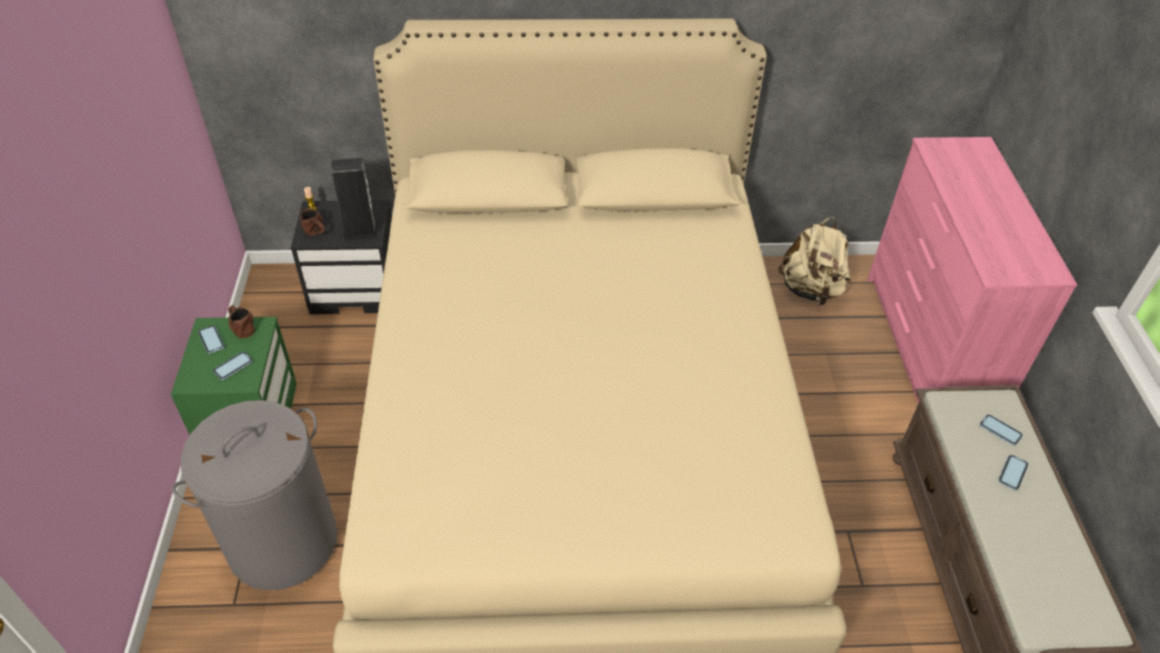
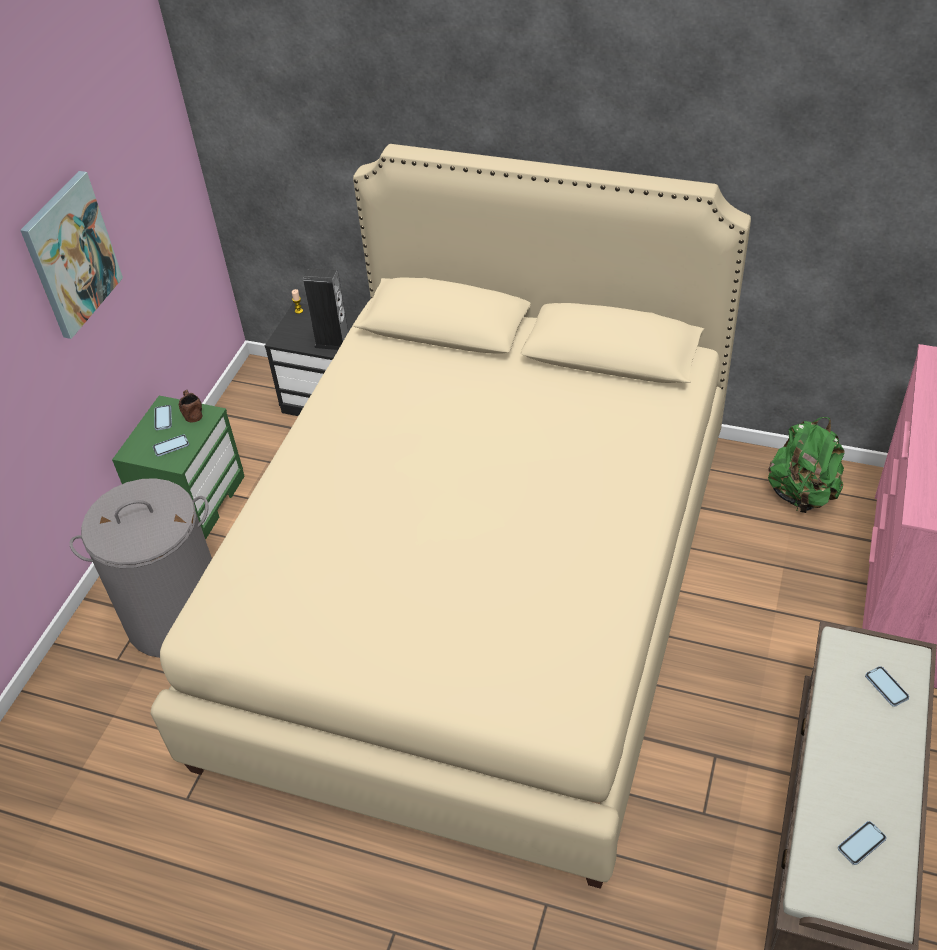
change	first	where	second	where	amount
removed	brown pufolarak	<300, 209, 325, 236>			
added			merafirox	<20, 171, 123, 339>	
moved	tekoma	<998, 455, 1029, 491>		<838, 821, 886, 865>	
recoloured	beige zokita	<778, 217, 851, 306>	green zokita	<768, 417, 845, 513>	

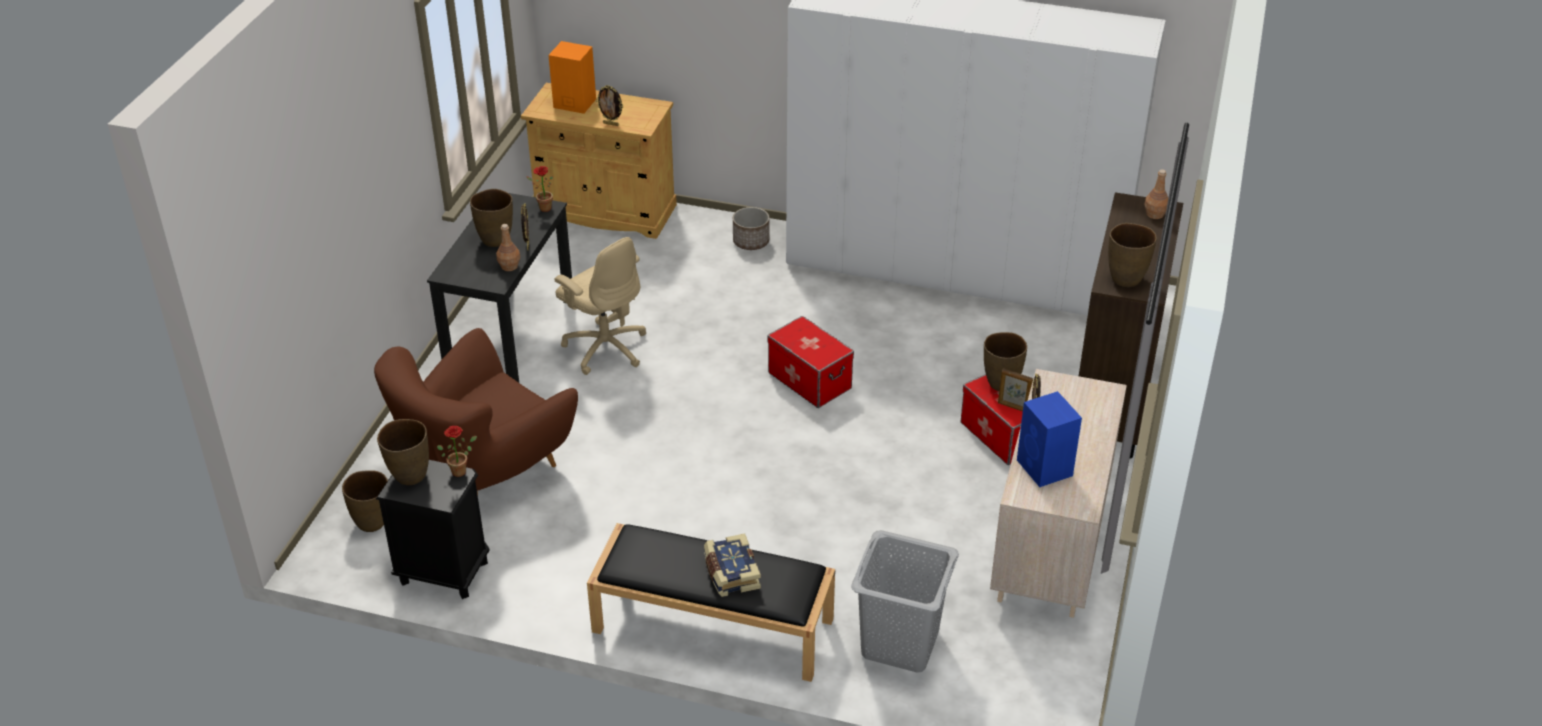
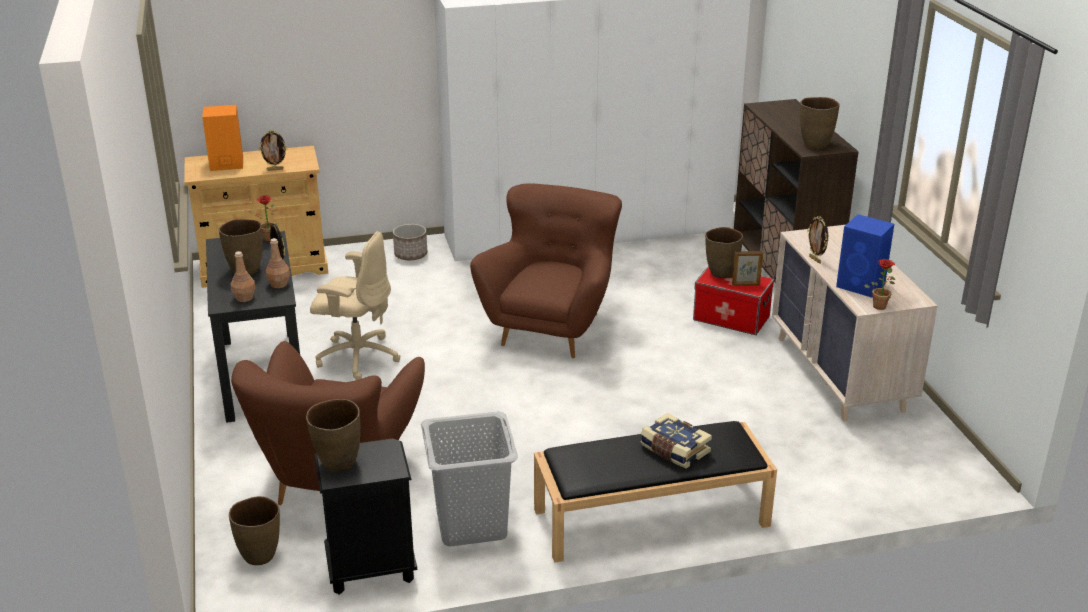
change	first	where	second	where	amount
moved	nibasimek	<437, 426, 477, 477>		<864, 259, 895, 310>	
moved	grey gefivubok	<851, 530, 959, 673>		<421, 411, 518, 547>	
moved	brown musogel	<1144, 169, 1168, 219>		<231, 251, 255, 302>	
replaced	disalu	<768, 316, 854, 408>	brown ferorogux	<470, 183, 622, 358>	

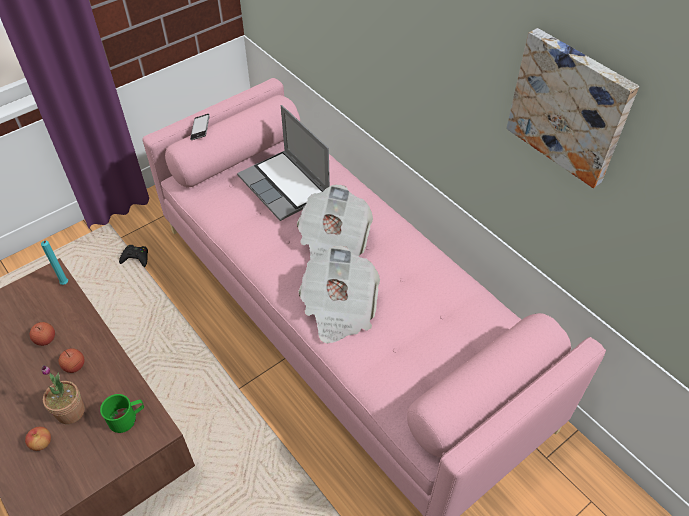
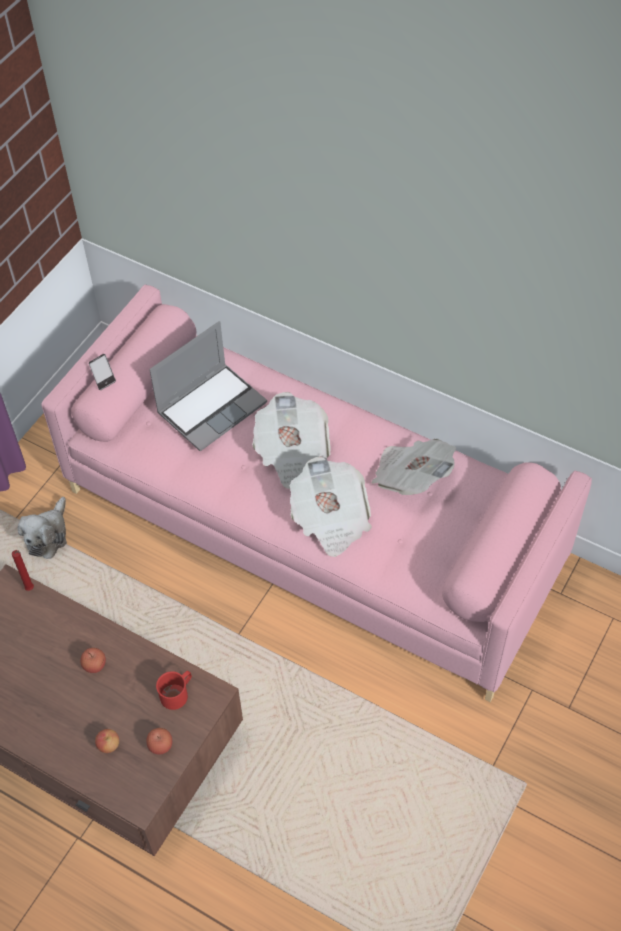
change	first	where	second	where	amount
removed	nibasimek	<41, 365, 85, 424>			
removed	merafirox	<507, 28, 639, 188>			
added			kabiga	<372, 439, 456, 495>	
moved	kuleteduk	<30, 322, 55, 346>		<146, 728, 172, 755>	
replaced	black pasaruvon	<119, 245, 148, 267>	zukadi	<17, 497, 67, 559>	
recoloured	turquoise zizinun	<41, 240, 68, 285>	red zizinun	<12, 550, 34, 591>	
recoloured	green pufolarak	<100, 394, 144, 433>	red pufolarak	<156, 671, 192, 710>	
turned	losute	<237, 105, 330, 221>		<149, 321, 267, 451>	75 degrees counterclockwise

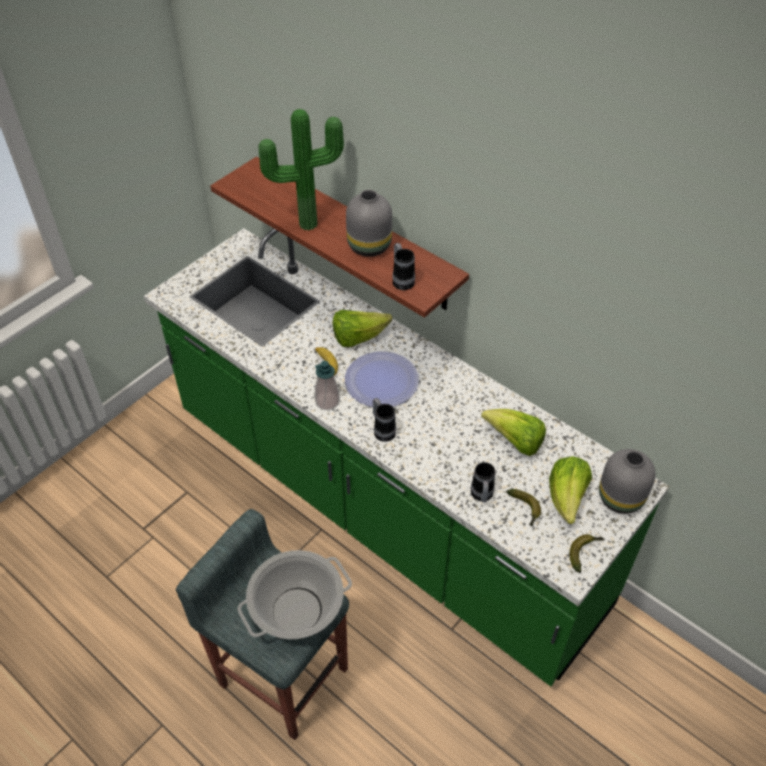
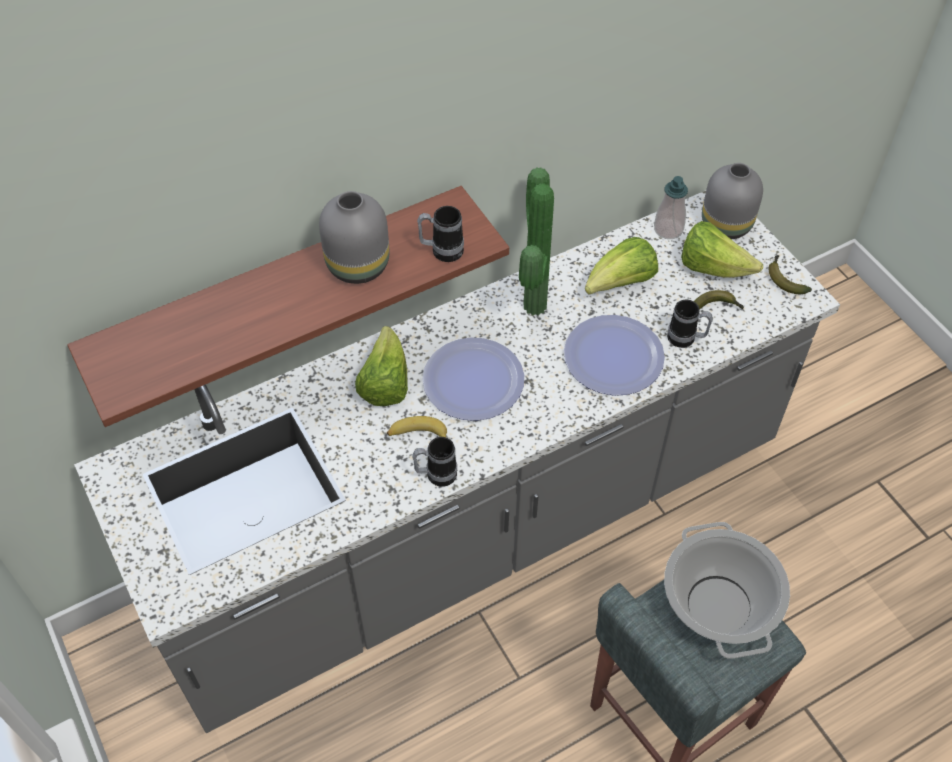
change	first	where	second	where	amount
added			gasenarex	<564, 315, 665, 395>	
moved	nibasimek	<259, 109, 344, 230>		<519, 167, 554, 316>	
moved	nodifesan	<315, 361, 340, 410>		<654, 176, 688, 239>	
moved	pufolarak	<373, 398, 396, 442>		<412, 437, 457, 487>	
recoloured	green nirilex	<144, 228, 670, 686>	grey nirilex	<74, 190, 840, 733>	

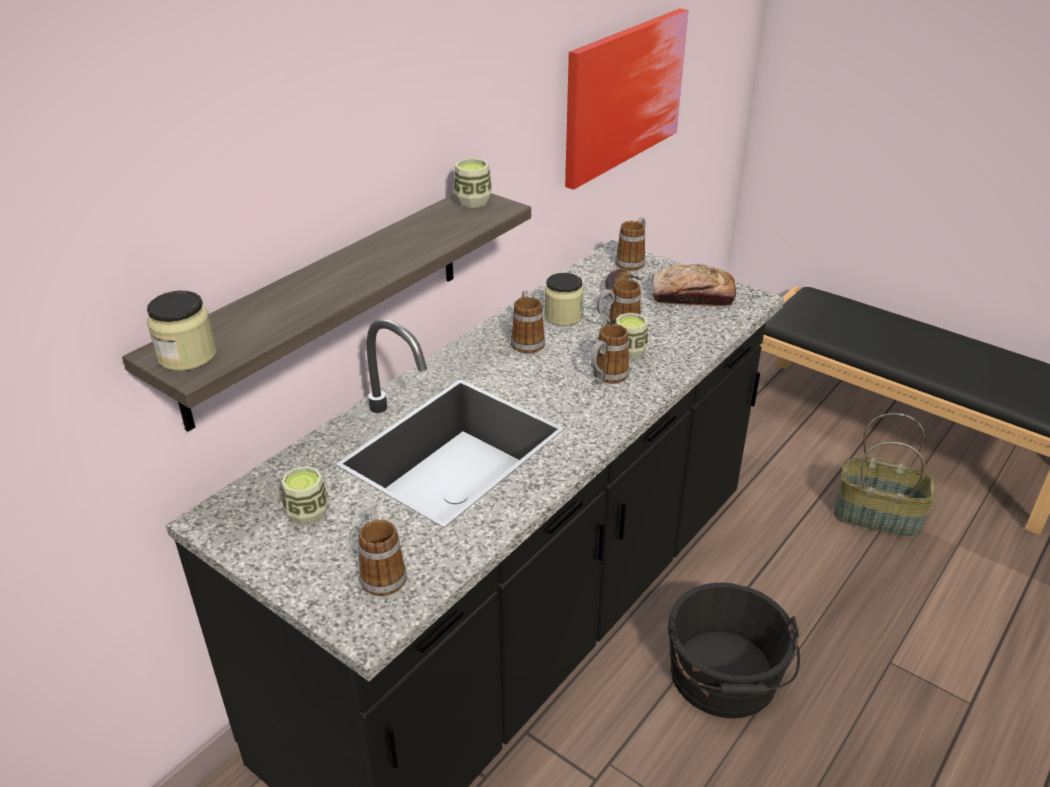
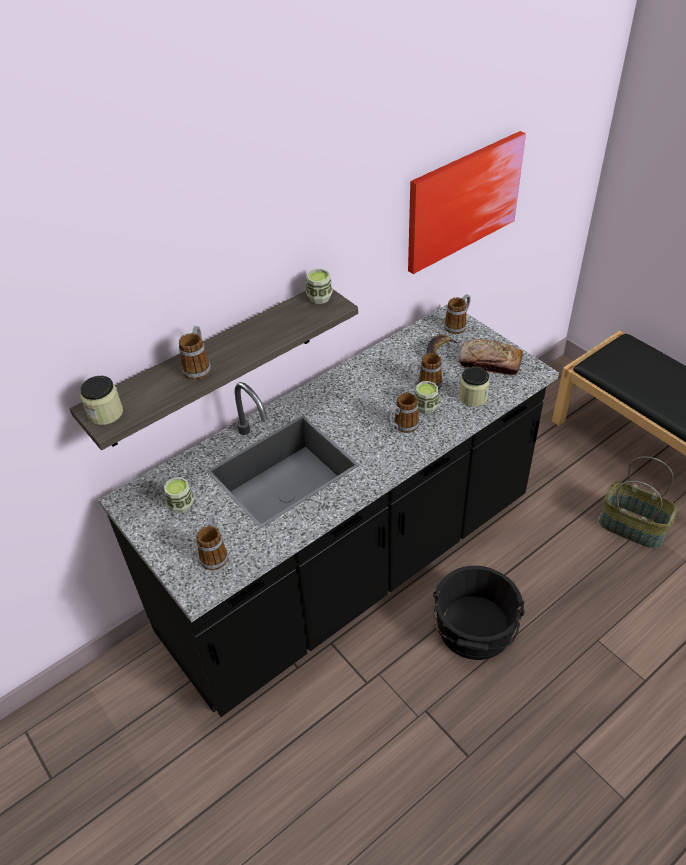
change	first	where	second	where	amount
moved	pufolarak	<511, 291, 545, 354>		<179, 326, 211, 380>	
moved	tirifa	<544, 273, 584, 326>		<459, 367, 490, 407>	

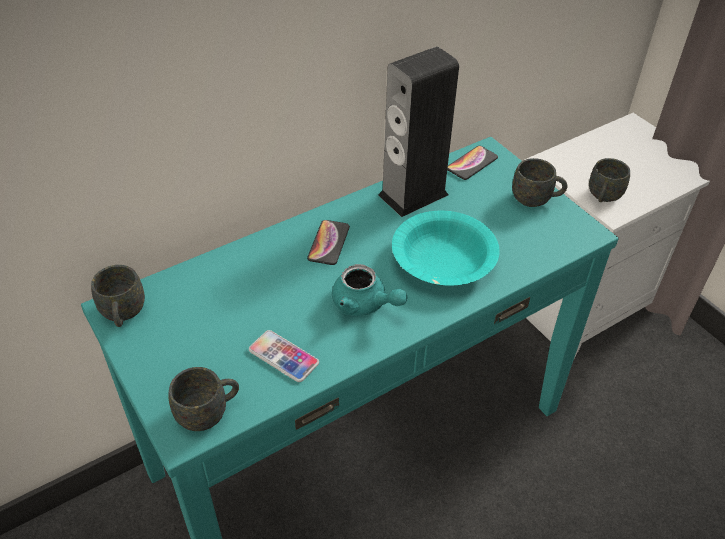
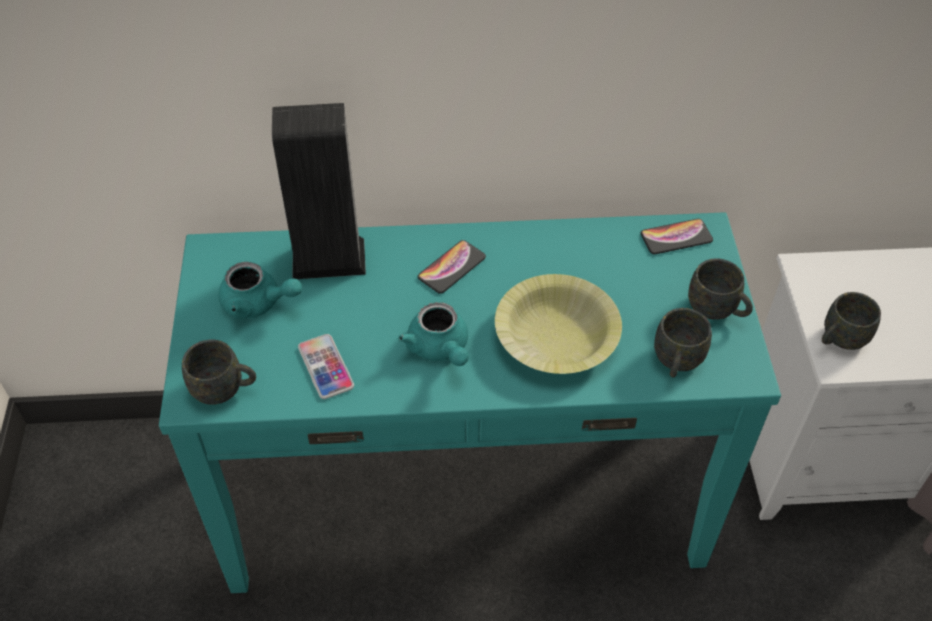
change	first	where	second	where	amount
added			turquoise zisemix	<218, 262, 302, 320>	
moved	grey pufolarak	<91, 265, 145, 327>		<654, 308, 712, 377>	
moved	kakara	<378, 46, 459, 217>		<272, 103, 366, 279>	
recoloured	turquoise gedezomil	<392, 211, 500, 286>	yellow gedezomil	<495, 274, 622, 374>	

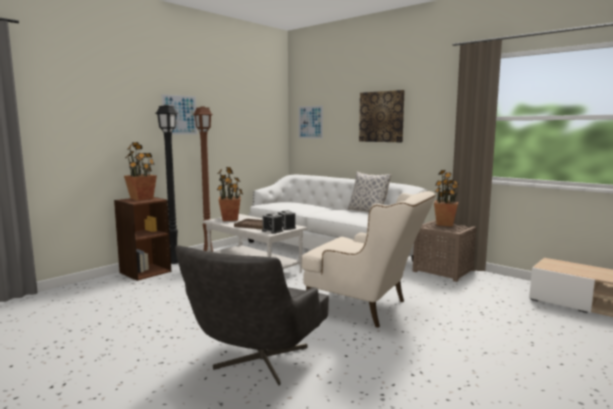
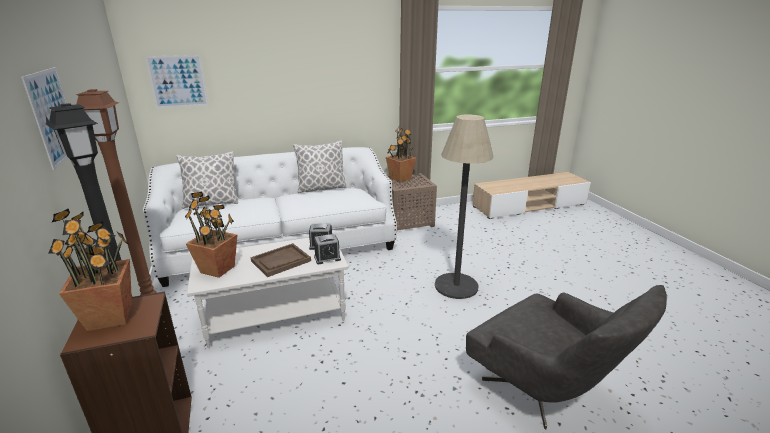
change	first	where	second	where	amount
removed	merafirox	<359, 90, 405, 142>			
added			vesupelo	<176, 152, 238, 209>	
replaced	beige ferorogux	<302, 191, 436, 328>	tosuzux	<435, 114, 493, 299>	

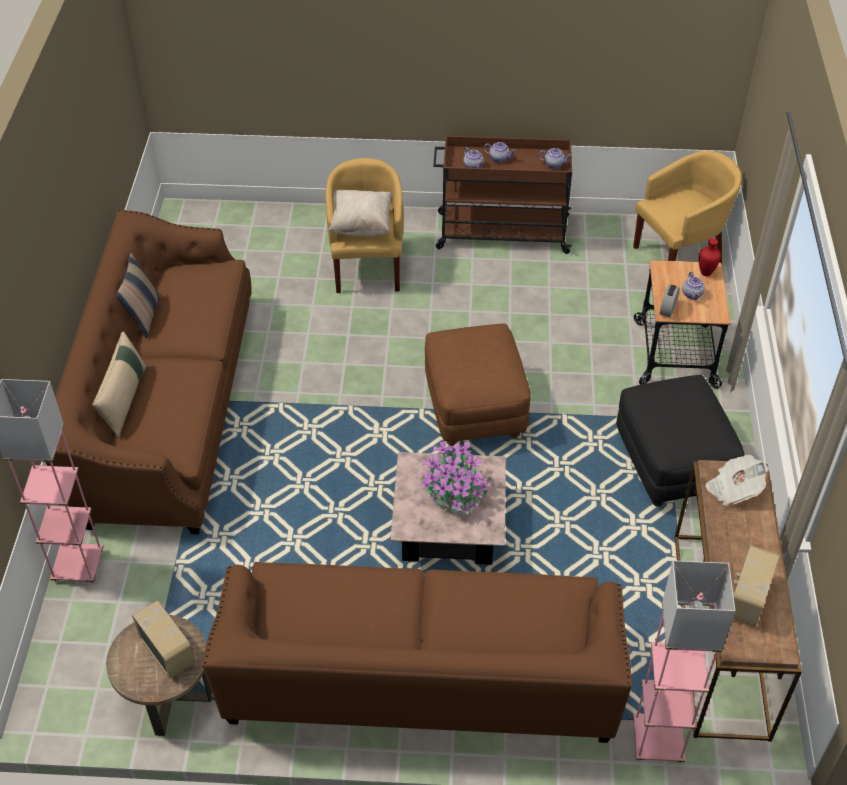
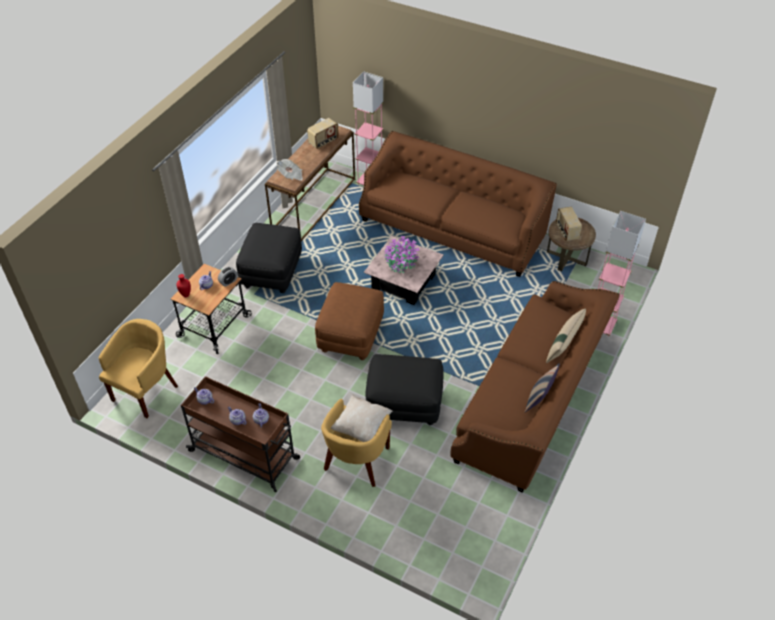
change	first	where	second	where	amount
added			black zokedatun	<365, 354, 444, 425>	
turned	yellow ferorogux	<633, 151, 742, 264>		<99, 319, 178, 418>	120 degrees clockwise

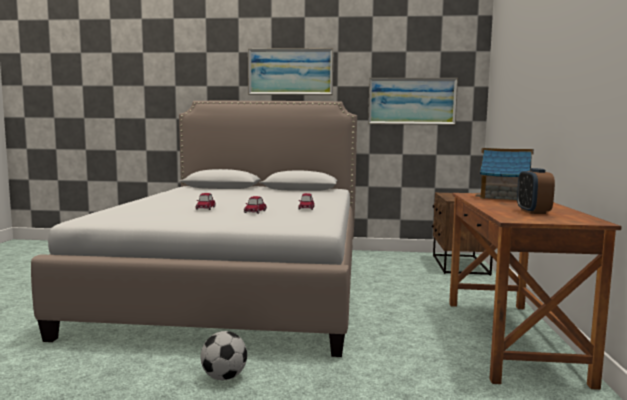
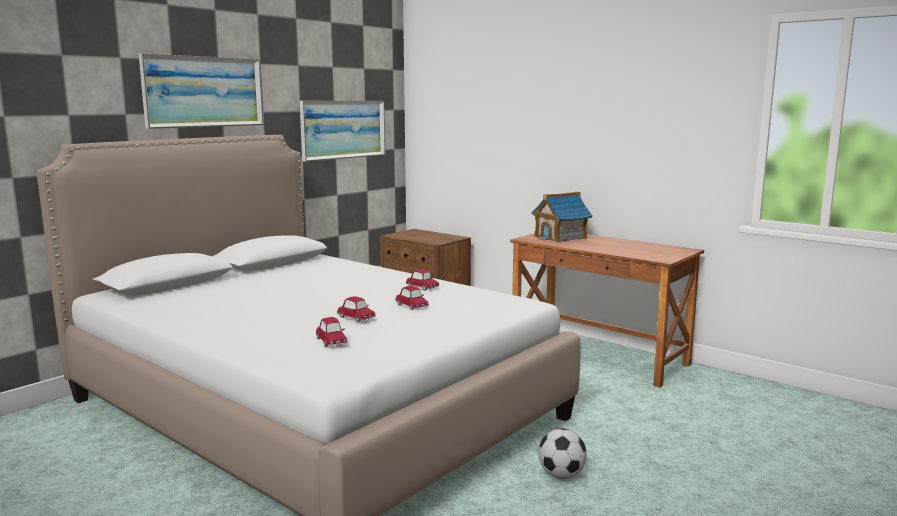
change	first	where	second	where	amount
removed	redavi	<517, 168, 555, 214>			
added			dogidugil	<316, 317, 347, 347>	

